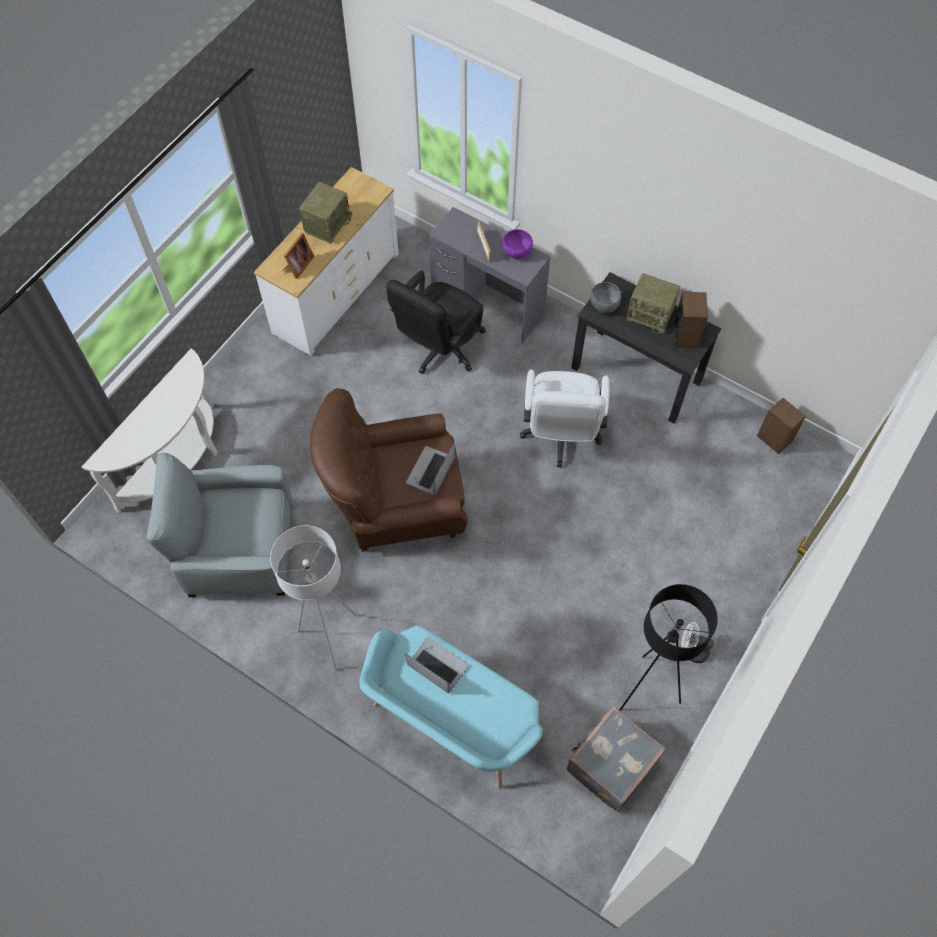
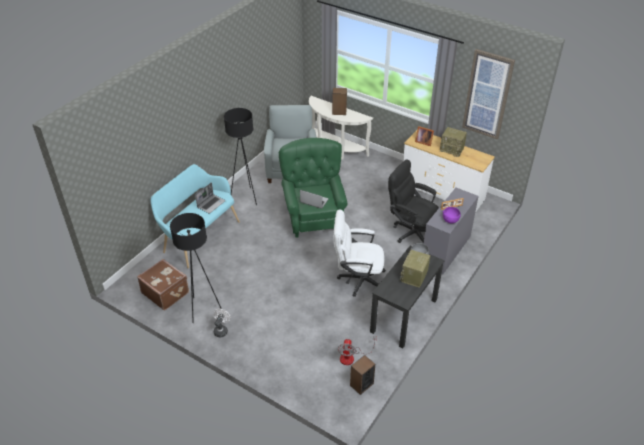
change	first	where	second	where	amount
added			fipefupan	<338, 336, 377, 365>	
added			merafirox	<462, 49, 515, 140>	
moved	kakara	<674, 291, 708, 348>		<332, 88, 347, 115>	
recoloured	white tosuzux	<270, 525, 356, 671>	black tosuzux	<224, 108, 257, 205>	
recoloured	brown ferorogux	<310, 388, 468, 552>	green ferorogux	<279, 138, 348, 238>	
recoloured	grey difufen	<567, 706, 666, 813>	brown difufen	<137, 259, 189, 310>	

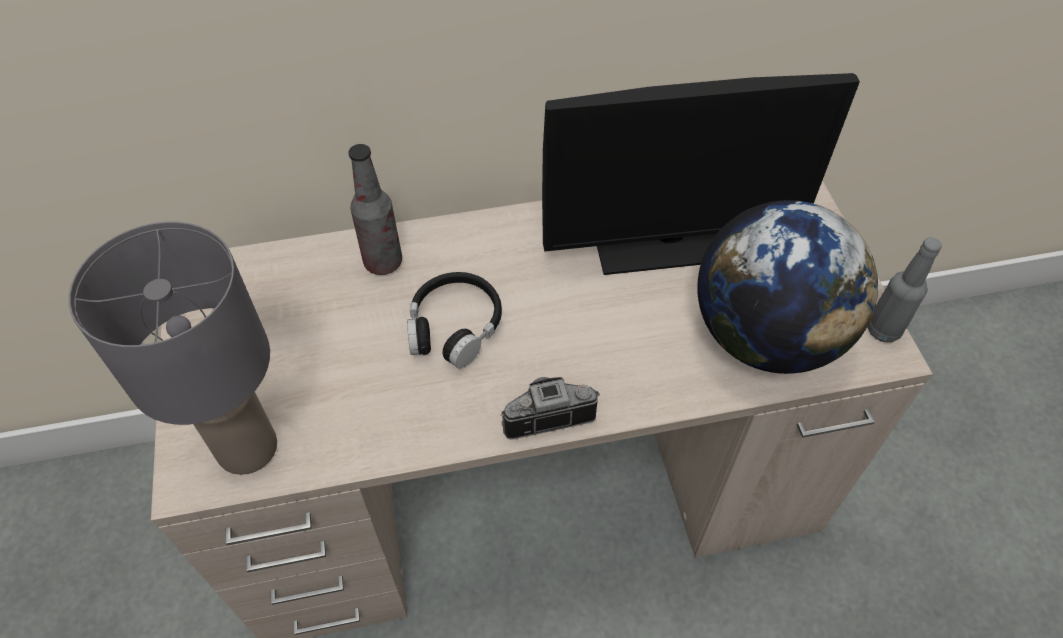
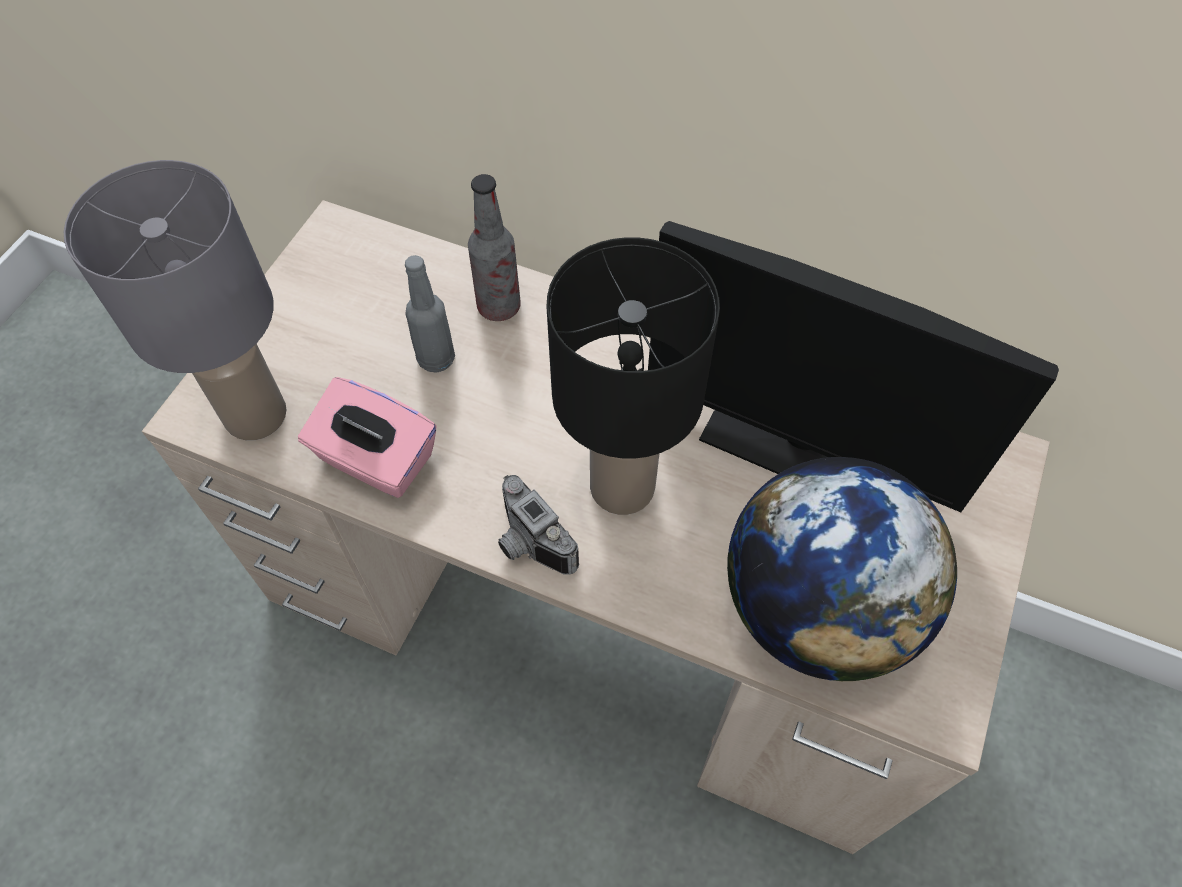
change	first	where	second	where	amount
removed	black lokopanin	<407, 272, 502, 368>			
added			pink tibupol	<298, 377, 436, 498>	
added			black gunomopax	<547, 237, 720, 515>	
moved	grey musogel	<868, 237, 942, 342>		<405, 255, 455, 373>	
turned	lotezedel	<501, 377, 600, 440>		<498, 475, 579, 575>	150 degrees counterclockwise

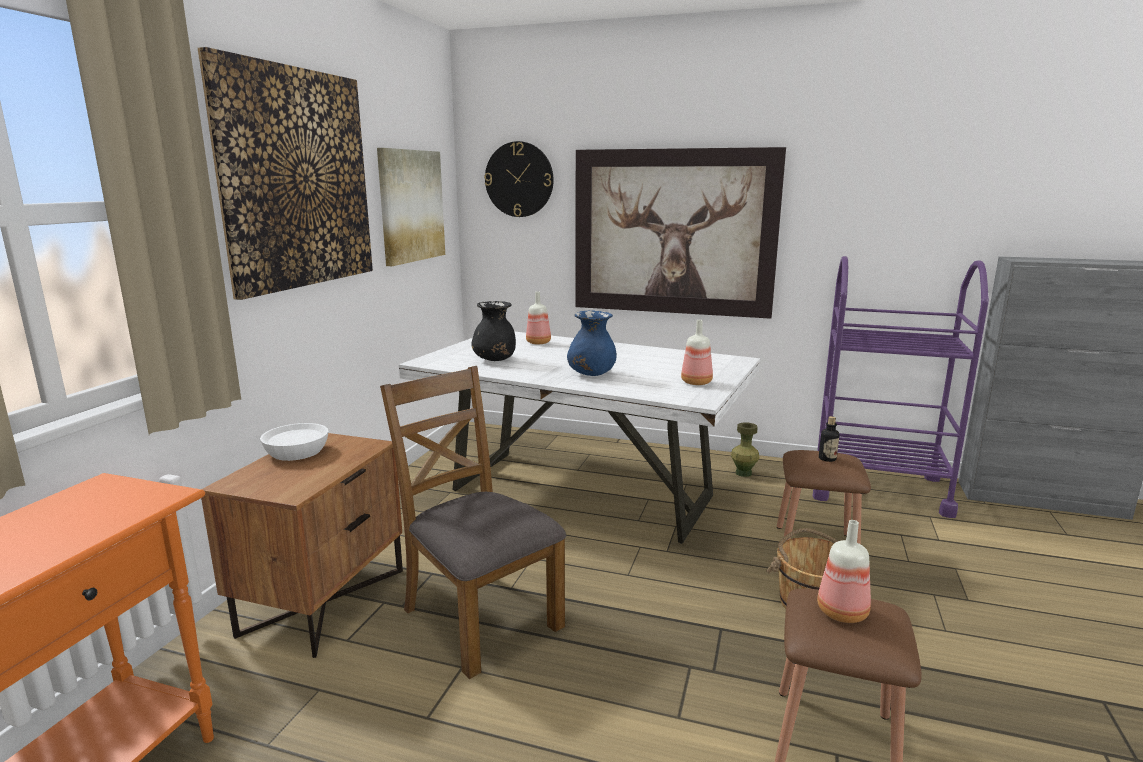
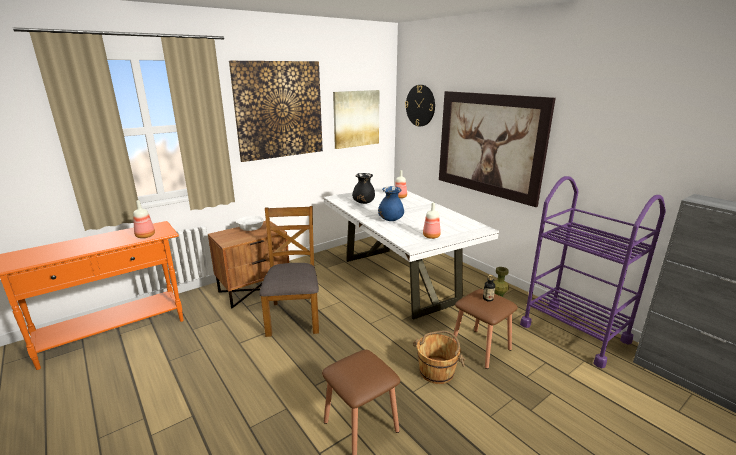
change	first	where	second	where	amount
moved	musogel	<817, 520, 871, 623>		<133, 200, 155, 238>	

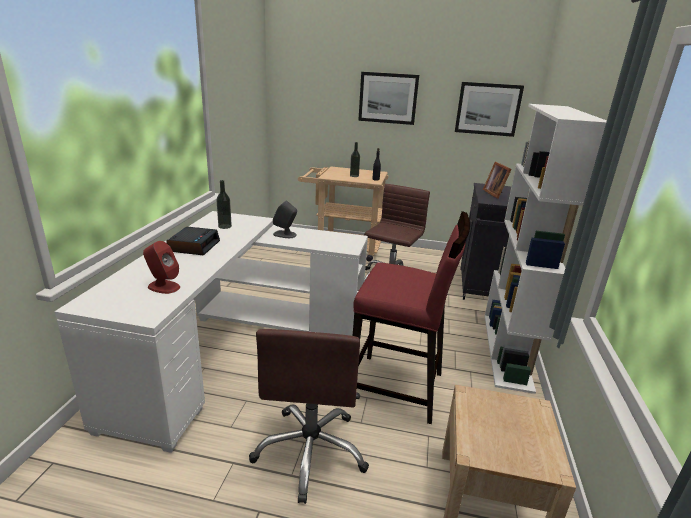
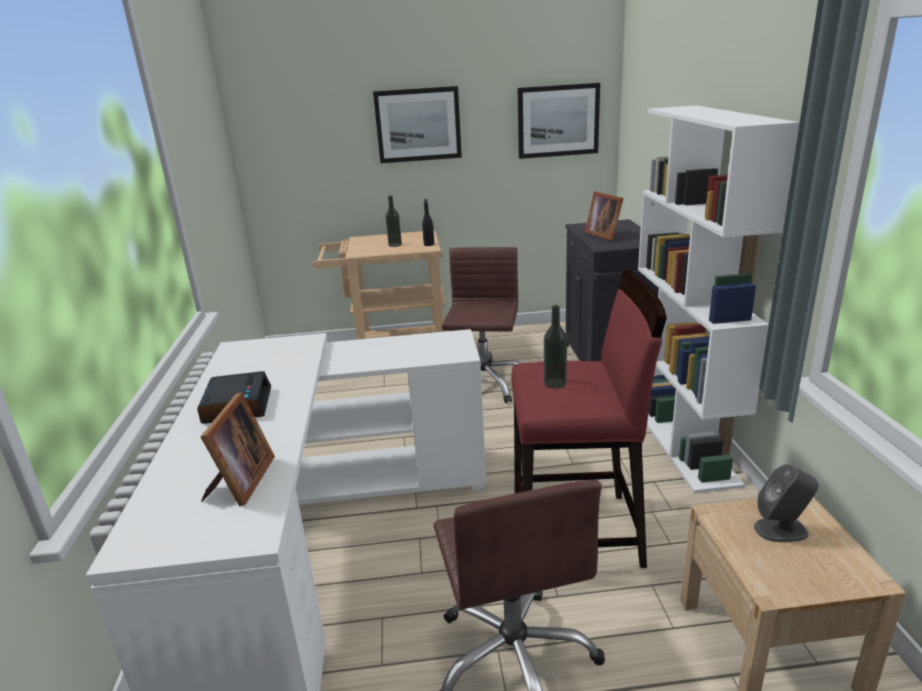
change	first	where	second	where	amount
moved	musogel	<216, 180, 232, 229>		<544, 305, 567, 389>	
moved	grey kakara	<273, 200, 297, 238>		<754, 464, 819, 542>	
replaced	red kakara	<143, 241, 180, 294>	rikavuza	<200, 392, 275, 506>	

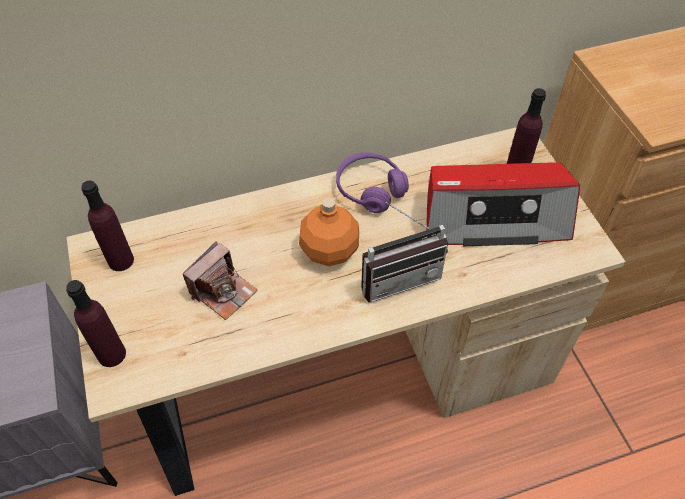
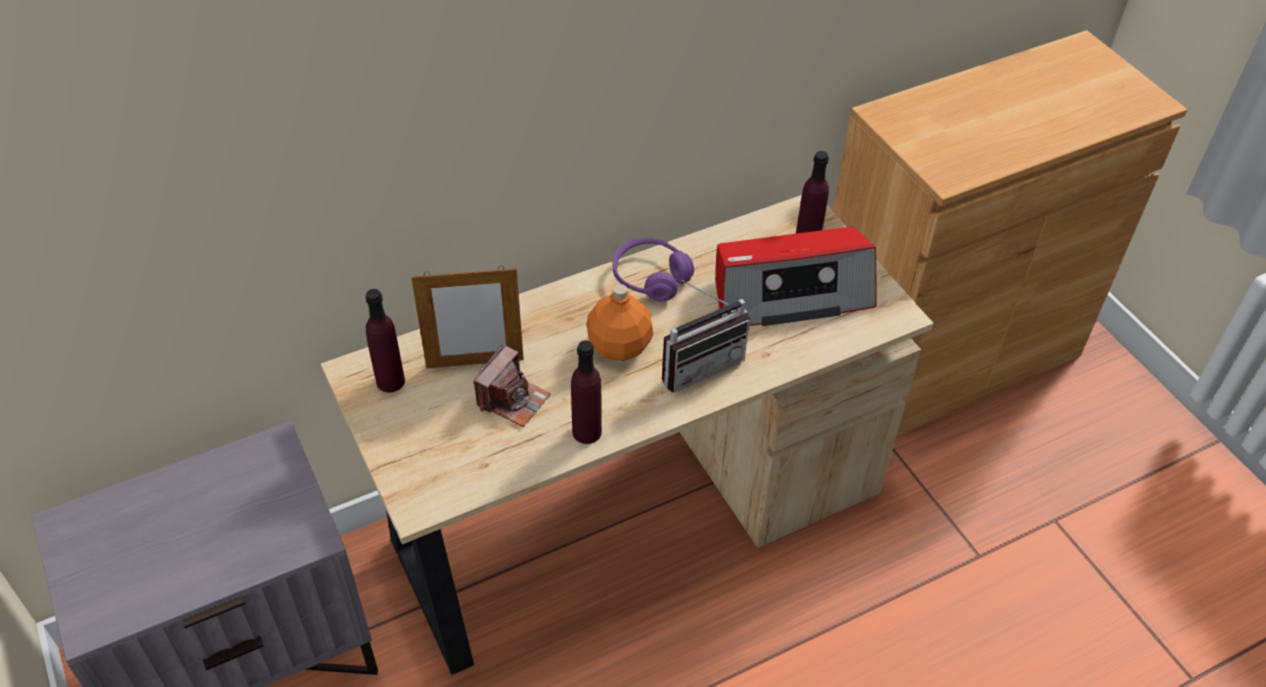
change	first	where	second	where	amount
added			rikavuza	<411, 266, 524, 368>	
moved	purple musogel	<66, 280, 126, 367>		<571, 340, 602, 444>	

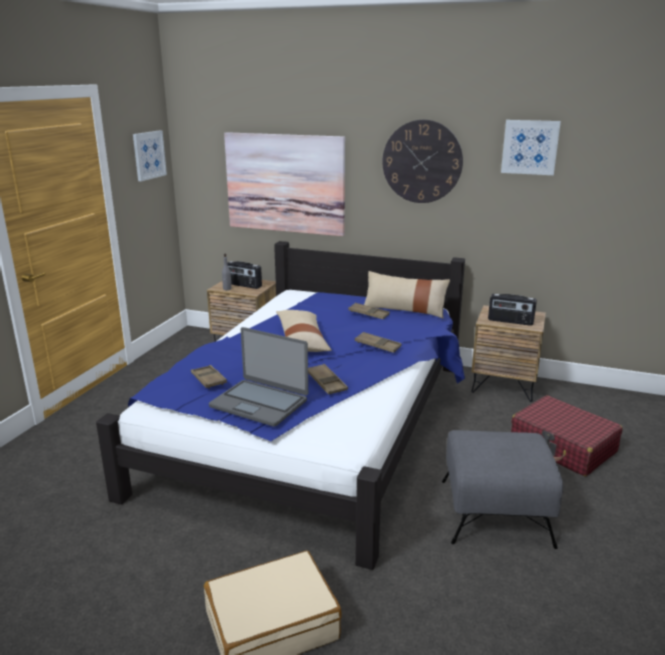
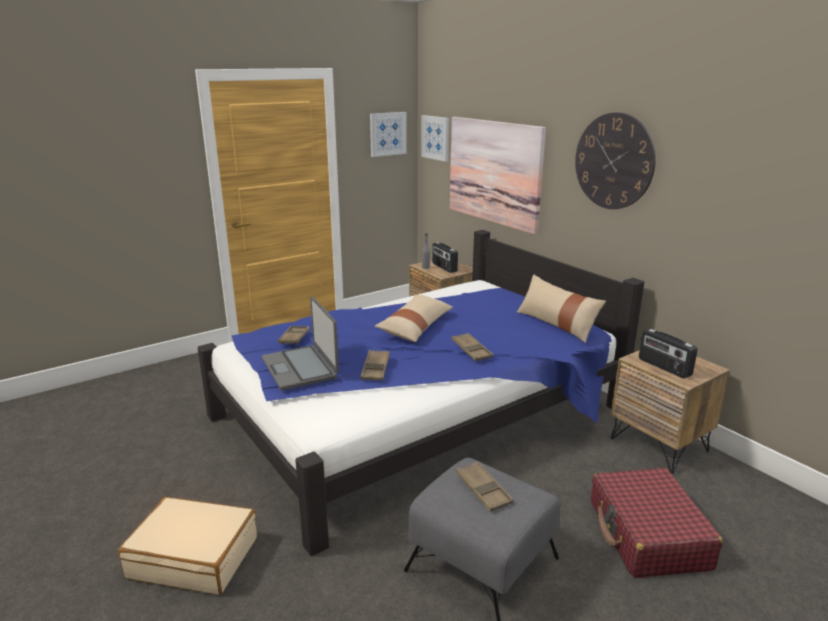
change	first	where	second	where	amount
moved	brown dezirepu	<348, 303, 390, 319>		<456, 461, 513, 512>	
moved	merafirox	<501, 120, 561, 175>		<421, 115, 449, 162>	

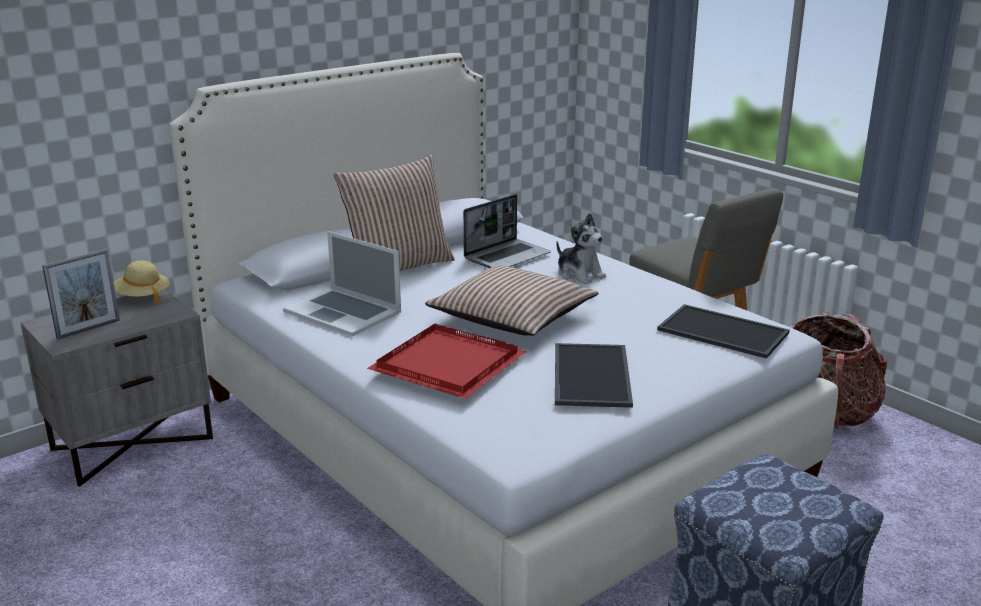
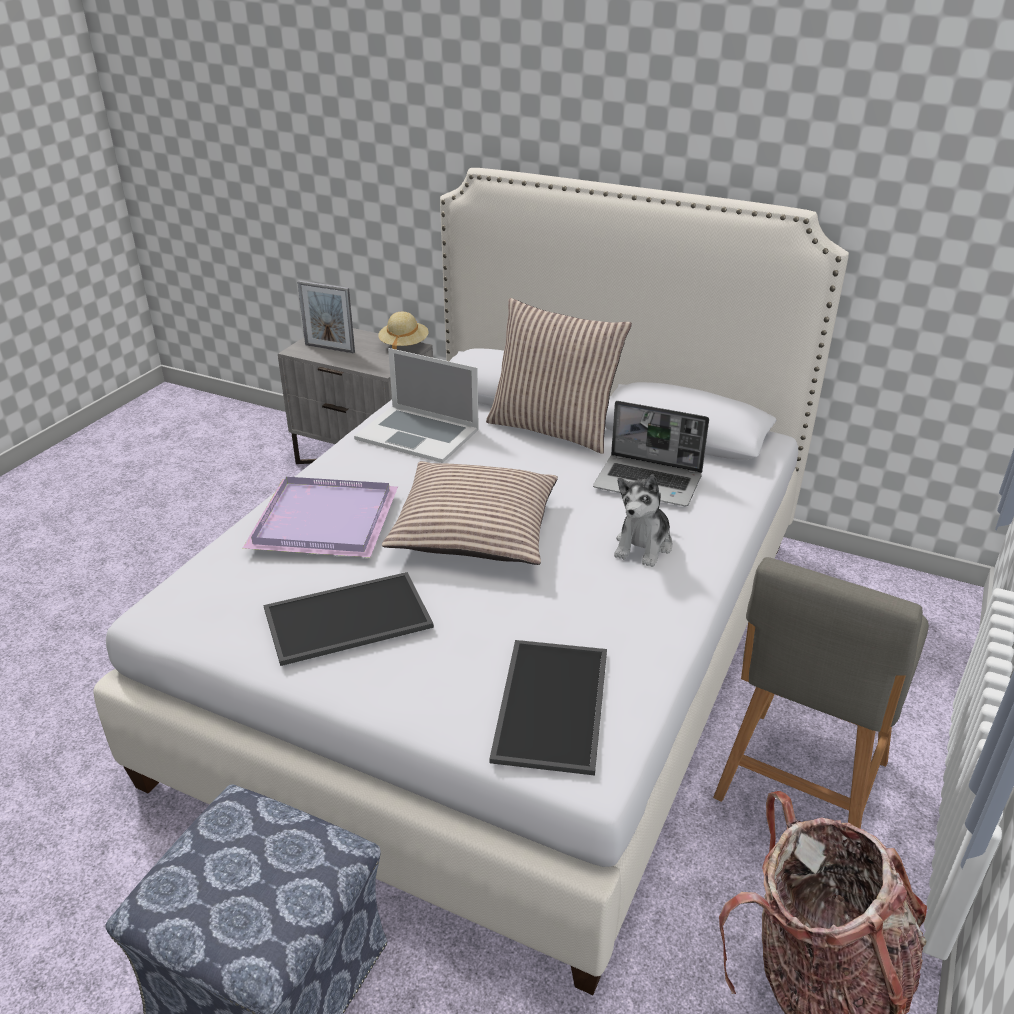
change	first	where	second	where	amount
recoloured	red dezirepu	<367, 323, 527, 399>	purple dezirepu	<243, 477, 398, 558>	
turned	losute	<283, 231, 401, 336>		<354, 348, 479, 463>	75 degrees counterclockwise

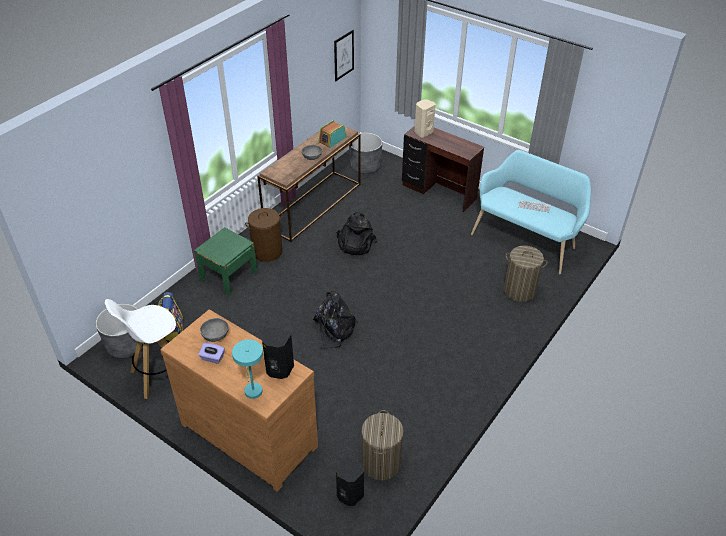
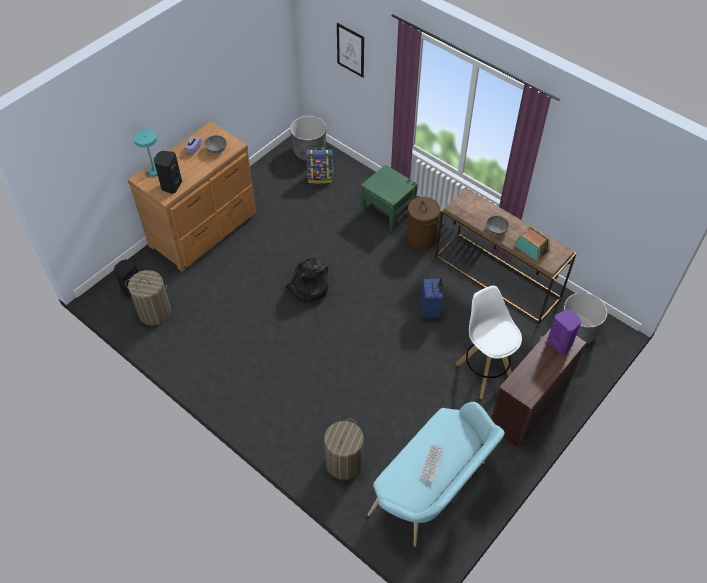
change	first	where	second	where	amount
moved	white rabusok	<105, 299, 176, 399>		<456, 286, 522, 399>	
moved	merafirox	<334, 30, 354, 81>		<337, 23, 364, 77>	
replaced	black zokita	<336, 212, 377, 255>	blue difufen	<421, 277, 443, 321>	
recoloured	beige kakara	<414, 99, 436, 138>	purple kakara	<547, 309, 581, 354>	

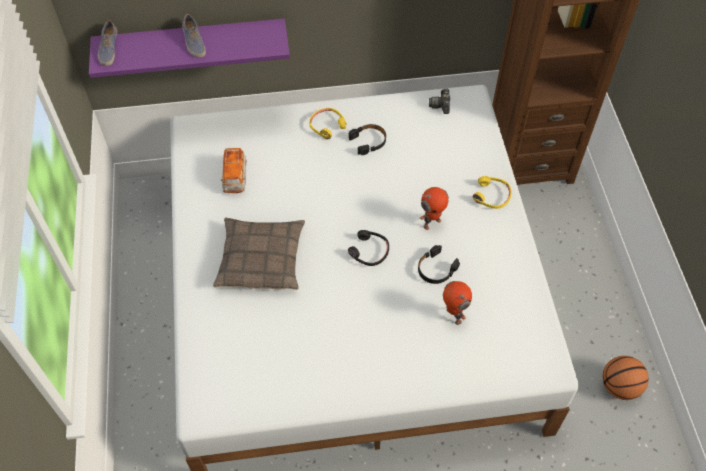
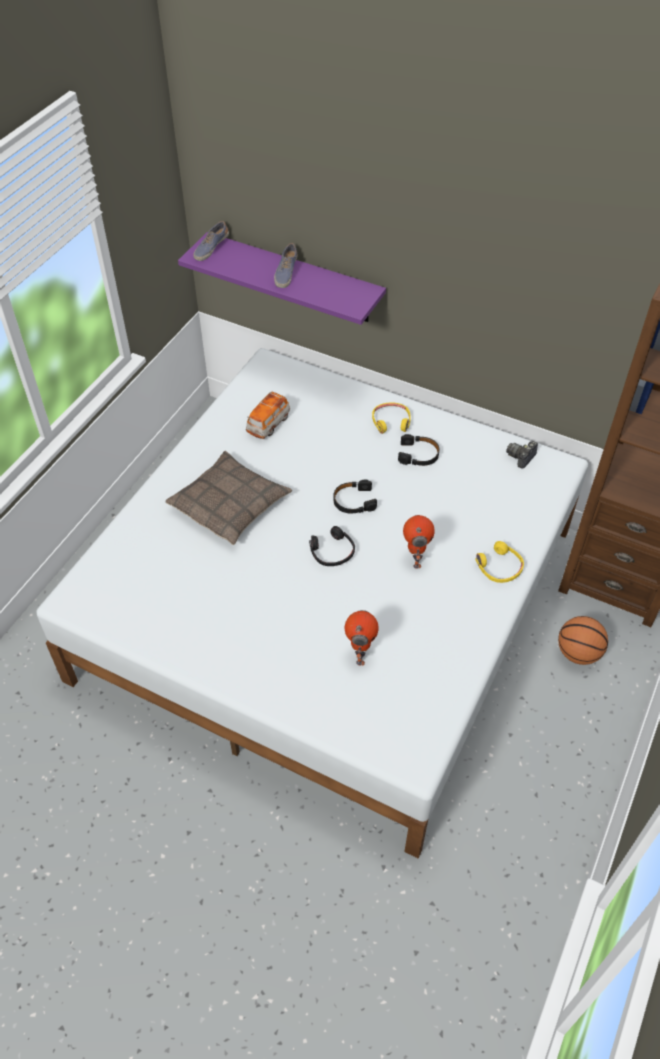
change	first	where	second	where	amount
moved	black lokopanin	<418, 245, 460, 284>		<333, 480, 377, 514>	
moved	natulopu	<602, 356, 649, 400>		<558, 616, 608, 665>	
turned	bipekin	<420, 187, 449, 230>		<403, 515, 435, 569>	90 degrees counterclockwise

